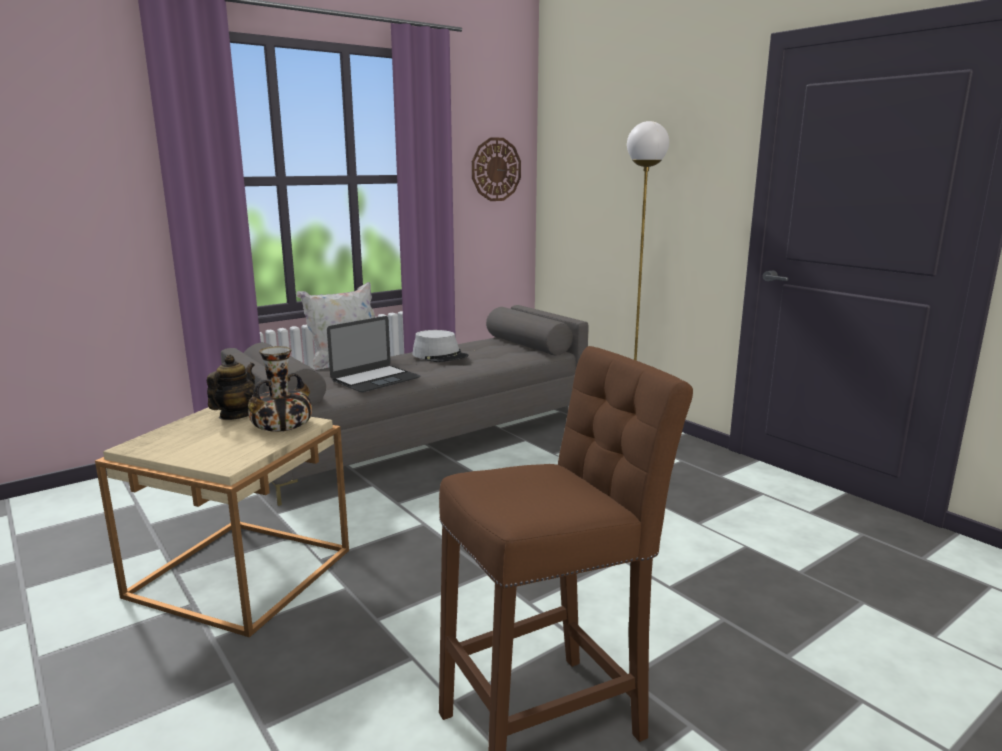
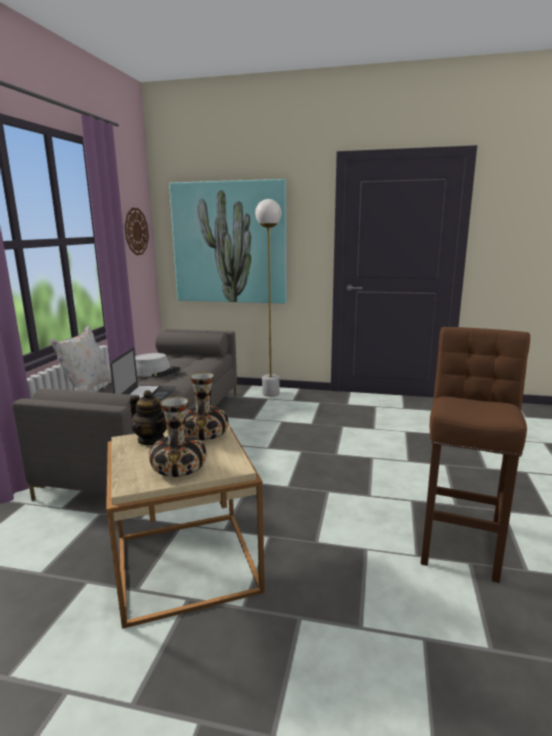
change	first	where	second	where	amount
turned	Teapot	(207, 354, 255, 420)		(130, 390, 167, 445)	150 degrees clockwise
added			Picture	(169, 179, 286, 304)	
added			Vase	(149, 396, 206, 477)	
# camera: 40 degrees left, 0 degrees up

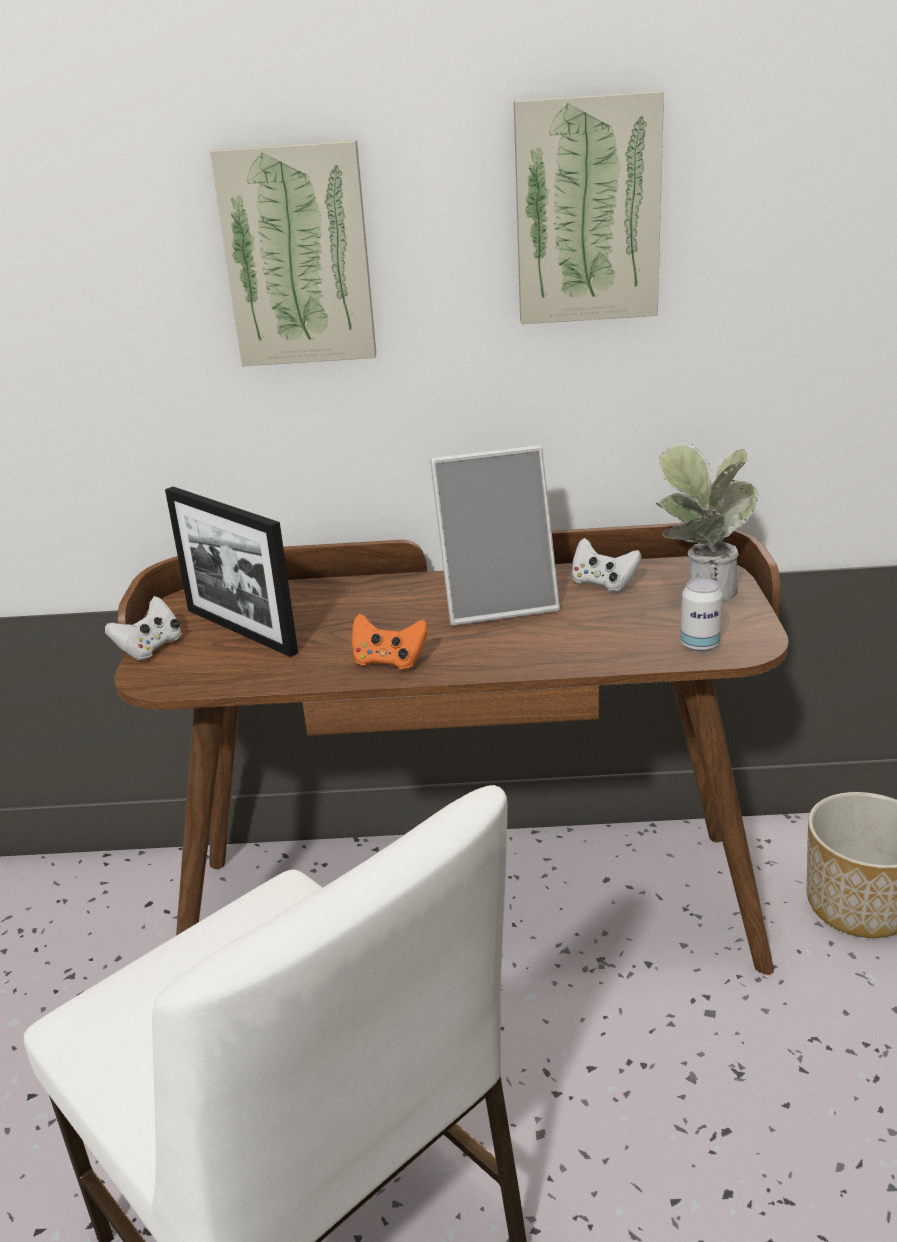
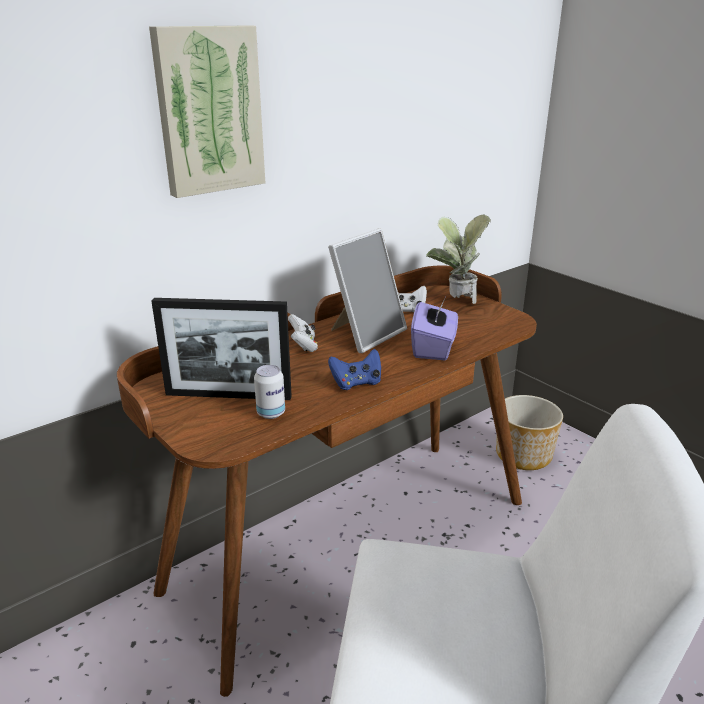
change	first	where	second	where	amount
removed	Picture	(514, 91, 664, 324)			
moved	Can	(680, 578, 723, 652)		(254, 365, 285, 419)	
moved	WhiteGameController	(105, 596, 181, 661)		(288, 314, 318, 352)	
recoloured	OrangeGameController	(352, 613, 428, 670)	BlueGameController	(328, 349, 381, 390)	
added			PurpleTissueBox	(411, 300, 458, 360)	
# camera: 40 degrees left, 0 degrees up

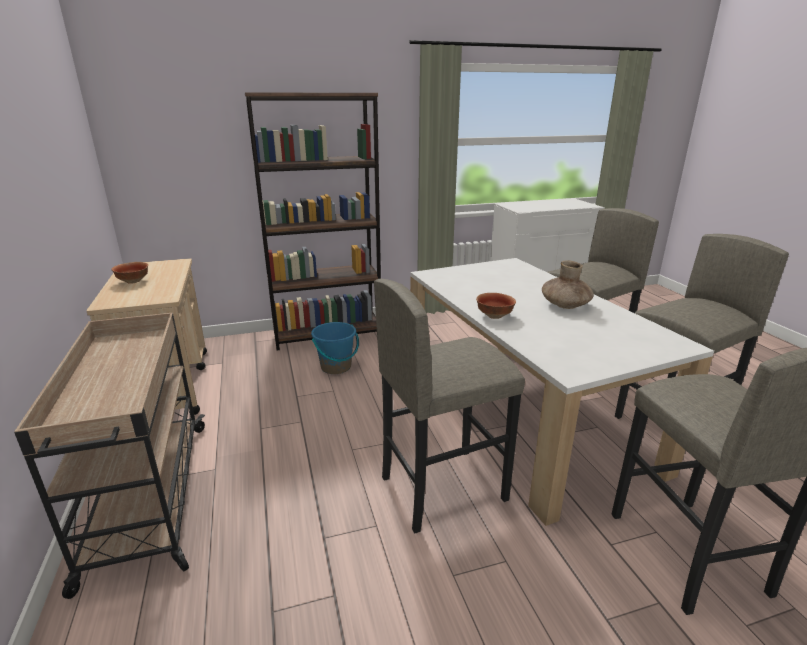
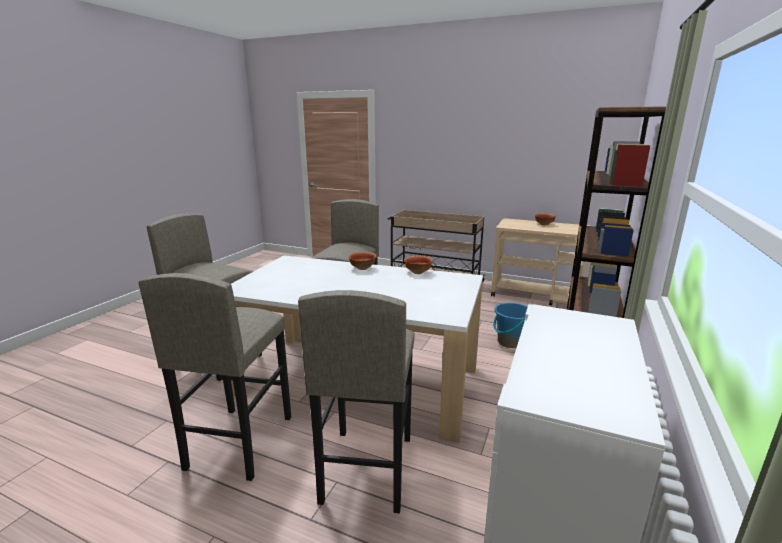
change	first	where	second	where	amount
removed	BrownVase	(542, 260, 594, 309)			
added			Bowl	(404, 256, 433, 274)	
# camera: 130 degrees right, 5 degrees down

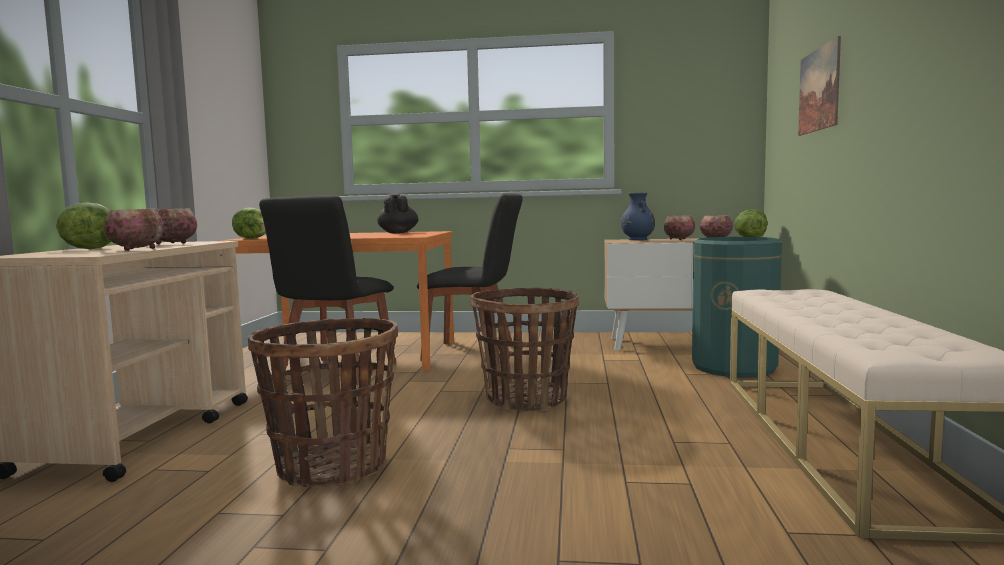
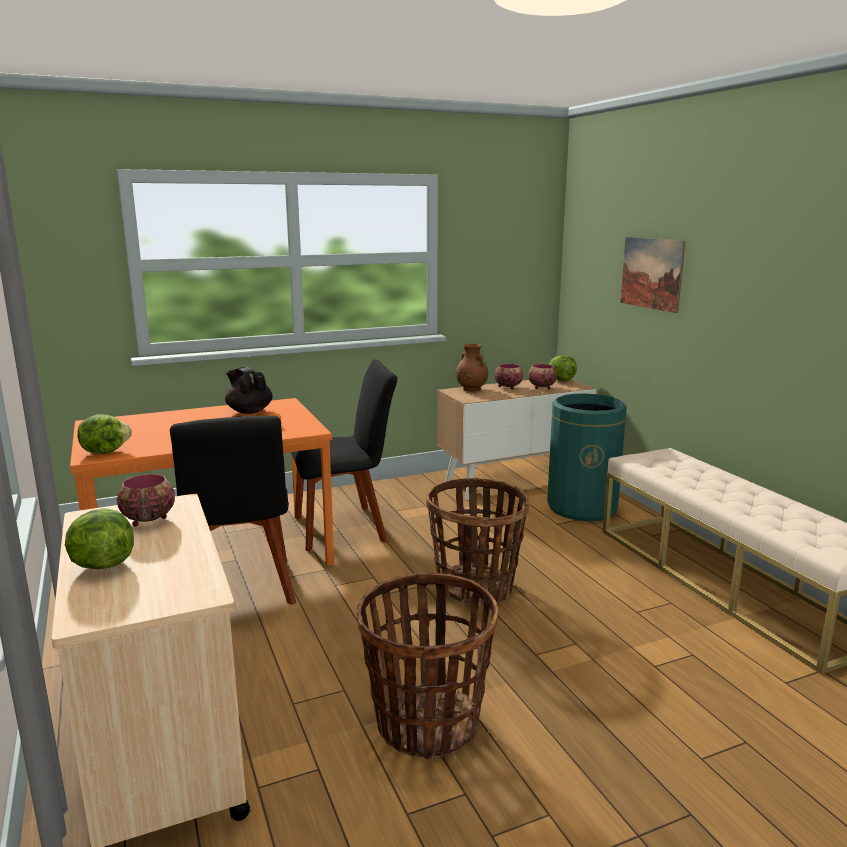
change	first	where	second	where	amount
recoloured	BlueVase	(621, 193, 655, 240)	BrownVase	(456, 344, 488, 391)	
removed	Bowl	(104, 209, 164, 251)			
# camera: 30 degrees left, 10 degrees up

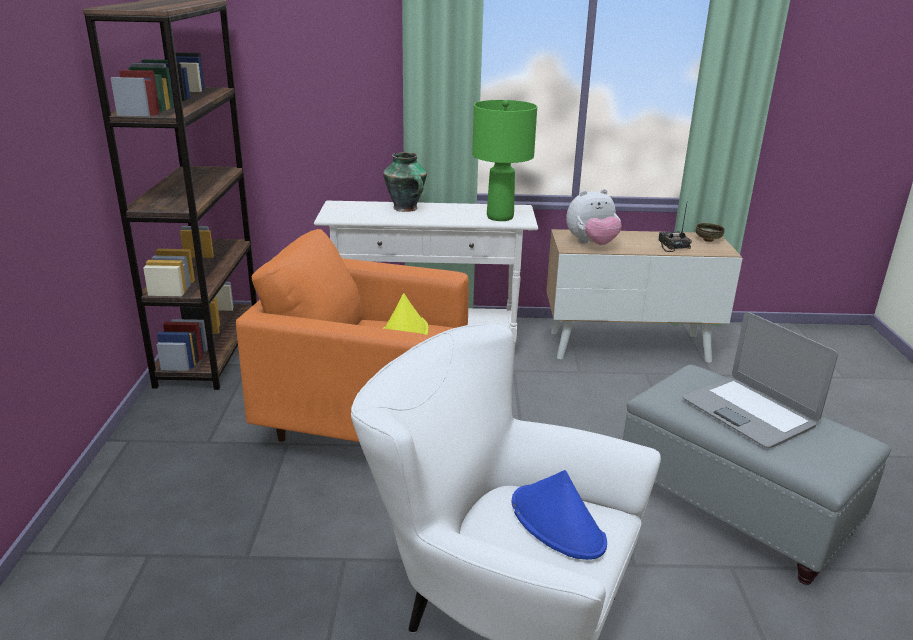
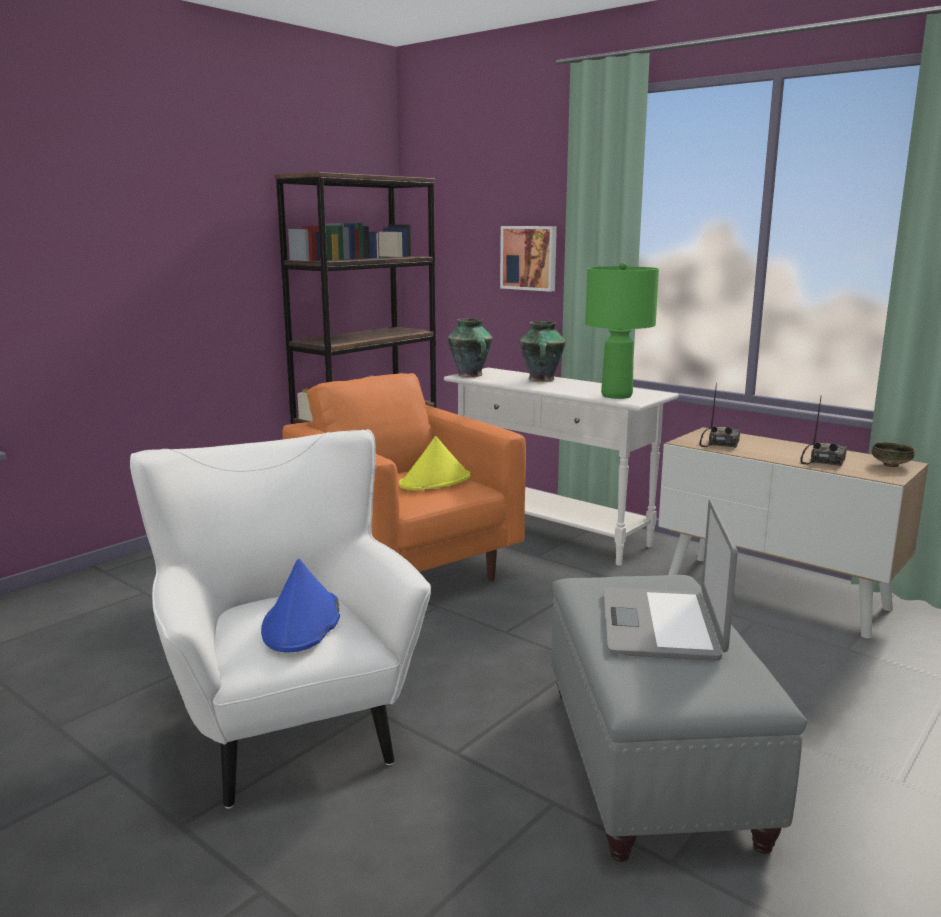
change	first	where	second	where	amount
replaced	PlushToy	(566, 189, 622, 245)	Radio	(700, 382, 740, 448)	
added			Picture	(500, 226, 557, 292)	
added			Vase	(448, 318, 492, 377)	
# camera: 40 degrees right, 10 degrees down

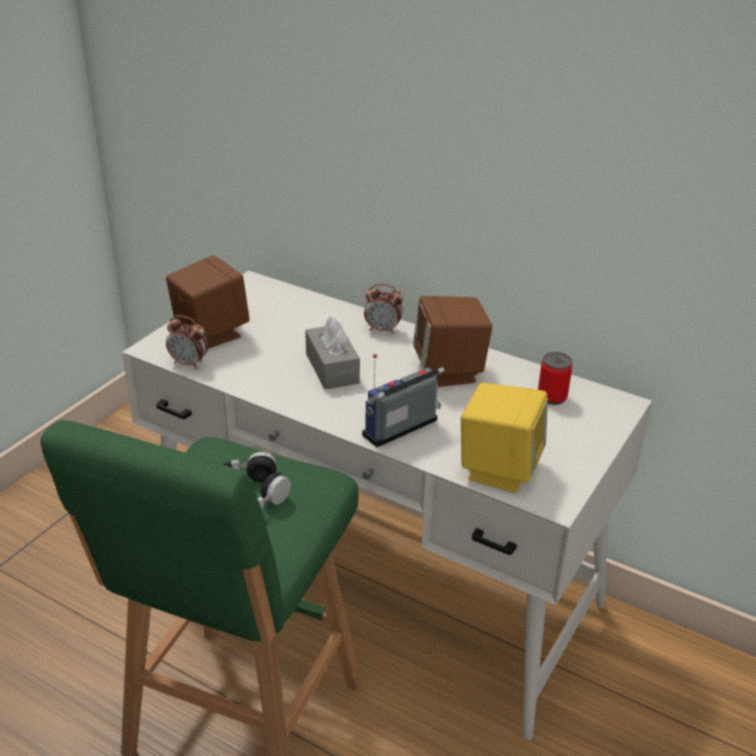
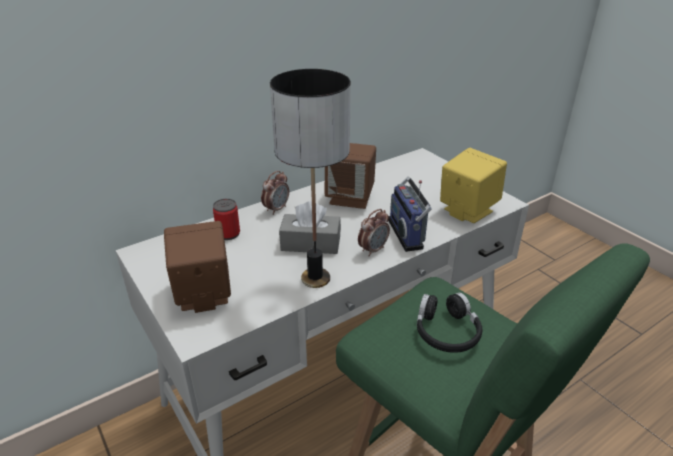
change	first	where	second	where	amount
moved	AlarmClock	(166, 315, 208, 369)		(358, 209, 390, 257)	
moved	Can	(538, 352, 572, 405)		(213, 199, 240, 240)	
added			TableLamp	(270, 69, 351, 288)	
# camera: 65 degrees left, 0 degrees up

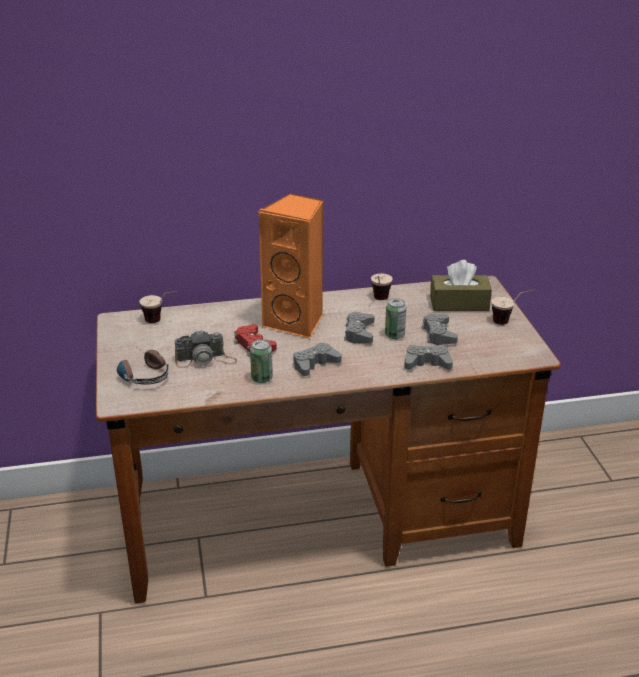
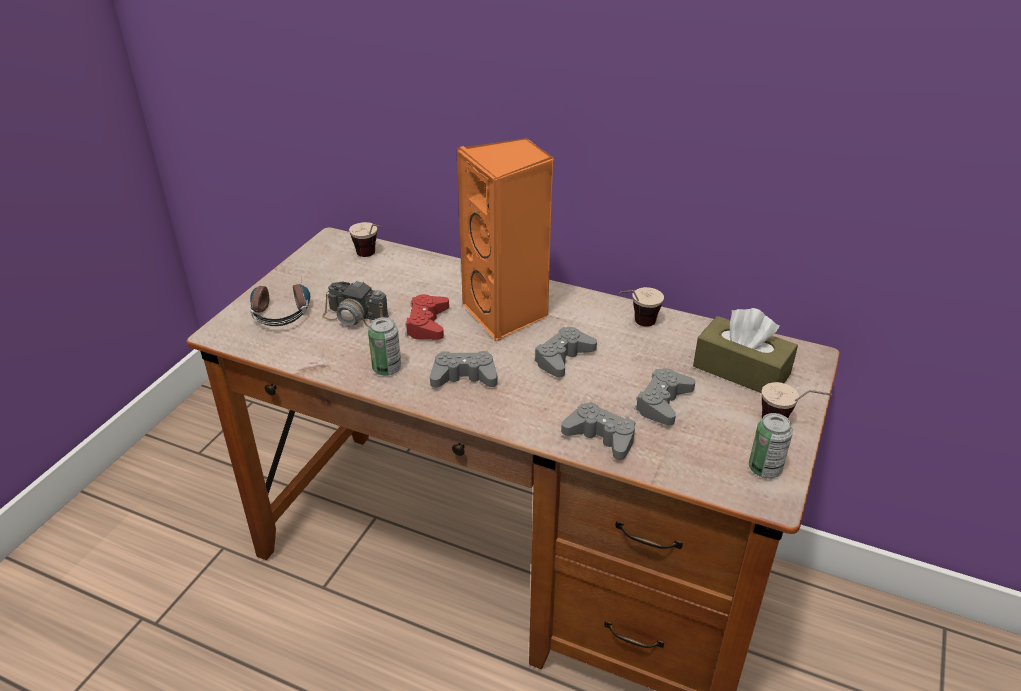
change	first	where	second	where	amount
moved	Can	(385, 298, 407, 339)		(749, 413, 793, 478)	
# camera: 35 degrees right, 5 degrees up

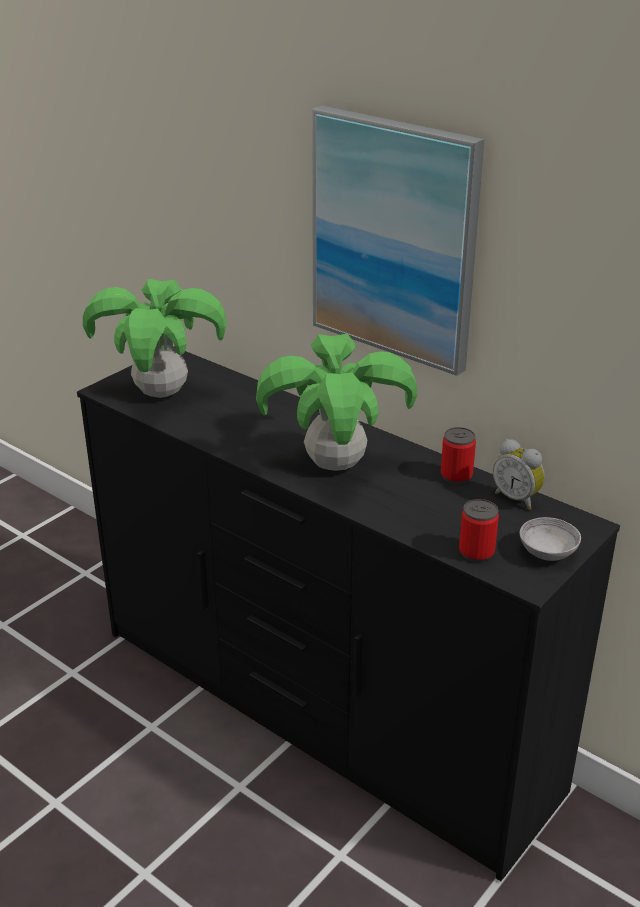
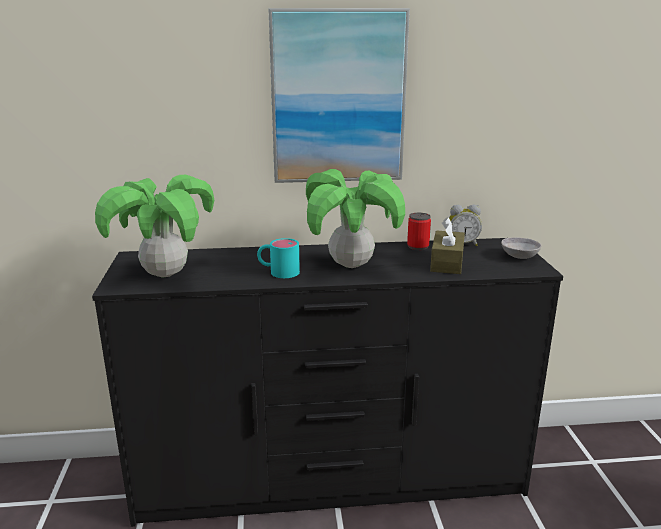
change	first	where	second	where	amount
removed	Can	(459, 499, 499, 562)			
added			BrownTissueBox	(430, 217, 465, 274)	
added			TurquoiseMug	(257, 238, 300, 278)	
# camera: 45 degrees left, 10 degrees down

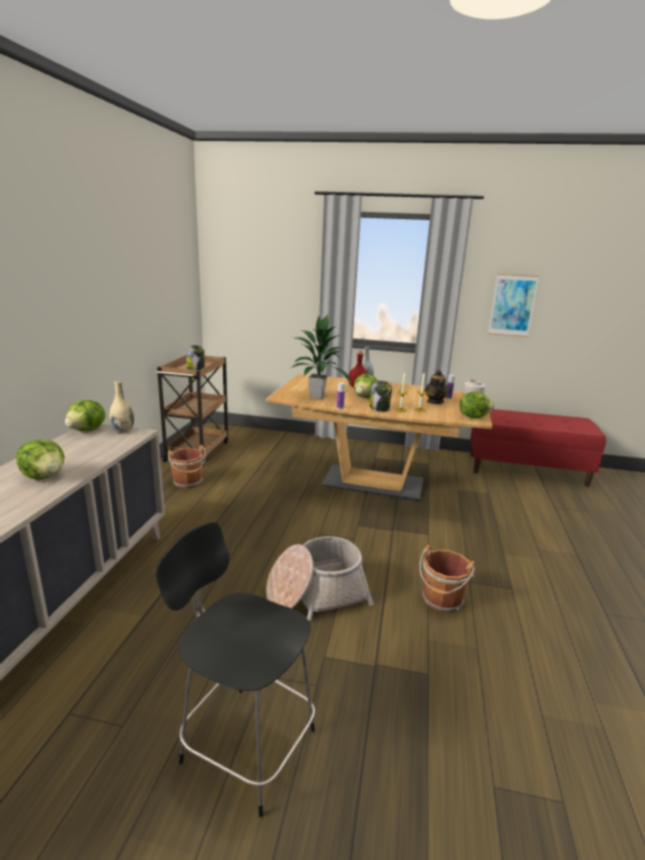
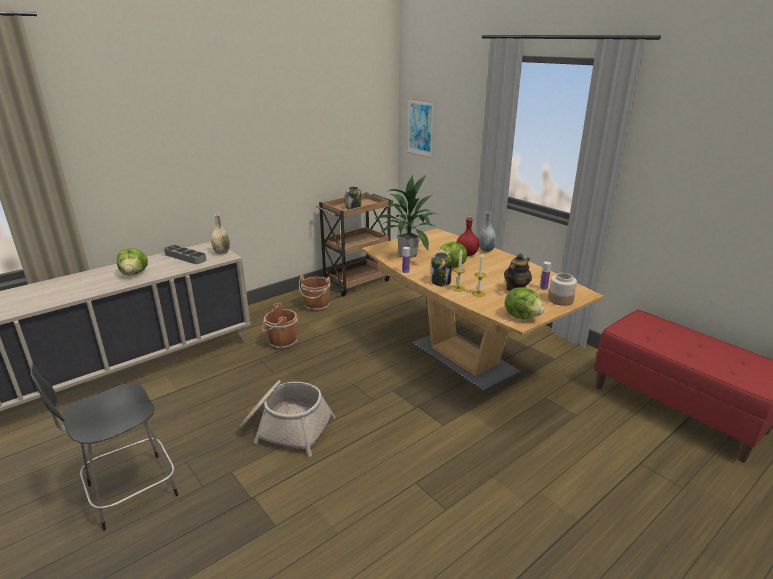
change	first	where	second	where	amount
moved	Picture	(488, 274, 539, 337)		(407, 98, 434, 158)	
removed	Lettuce	(65, 400, 105, 431)			
turned	BlackChair	(156, 522, 315, 817)		(30, 364, 178, 531)	105 degrees counterclockwise
moved	BrownBucket	(420, 545, 475, 613)		(261, 303, 298, 350)	
added			GreyTray	(164, 245, 207, 264)	
# camera: 40 degrees right, 5 degrees up

